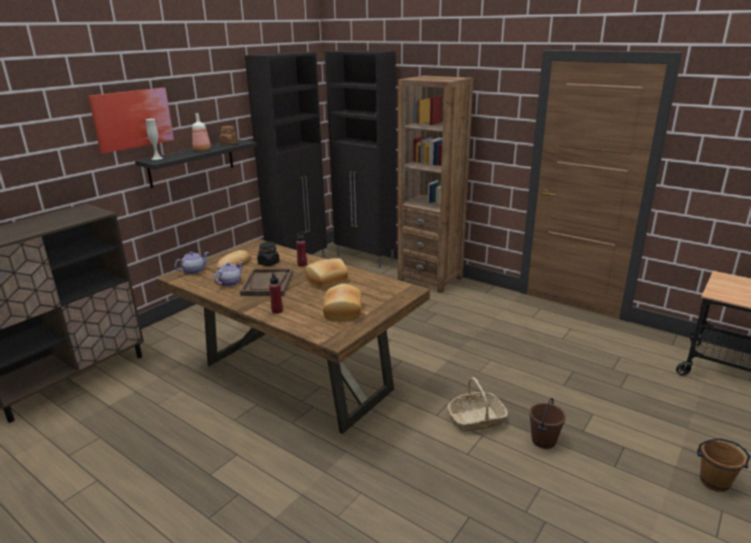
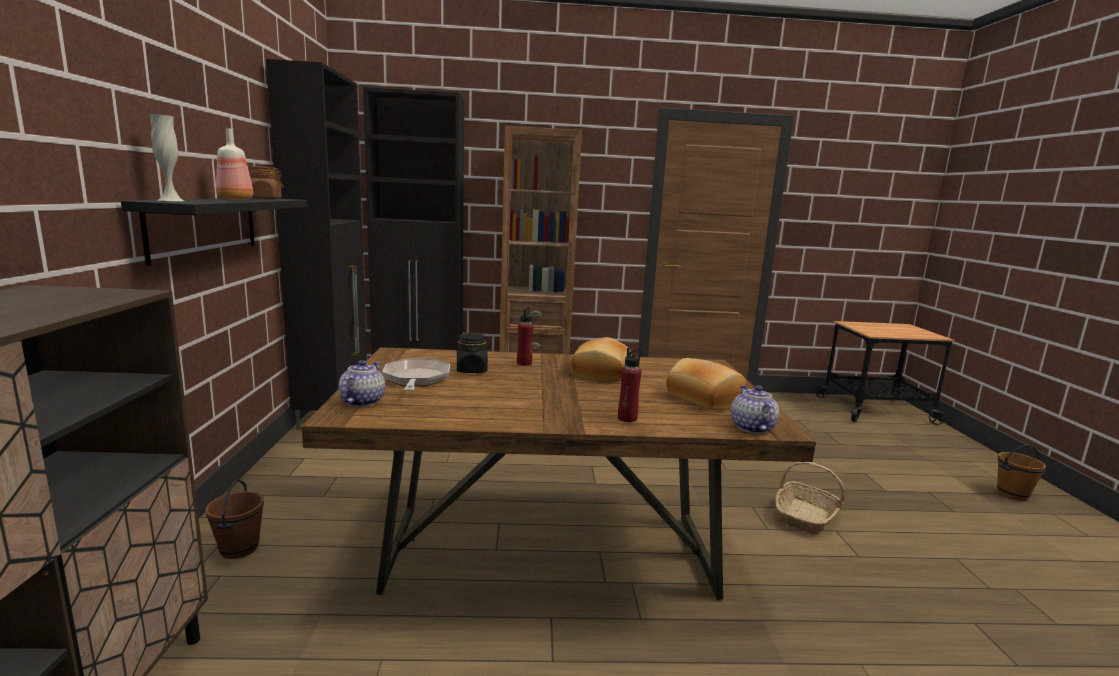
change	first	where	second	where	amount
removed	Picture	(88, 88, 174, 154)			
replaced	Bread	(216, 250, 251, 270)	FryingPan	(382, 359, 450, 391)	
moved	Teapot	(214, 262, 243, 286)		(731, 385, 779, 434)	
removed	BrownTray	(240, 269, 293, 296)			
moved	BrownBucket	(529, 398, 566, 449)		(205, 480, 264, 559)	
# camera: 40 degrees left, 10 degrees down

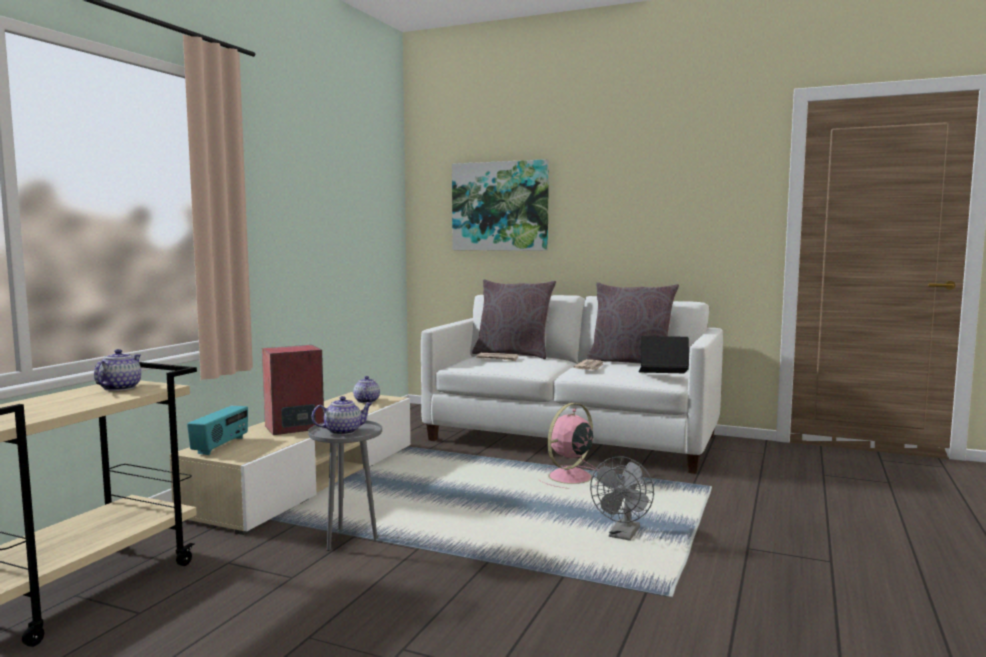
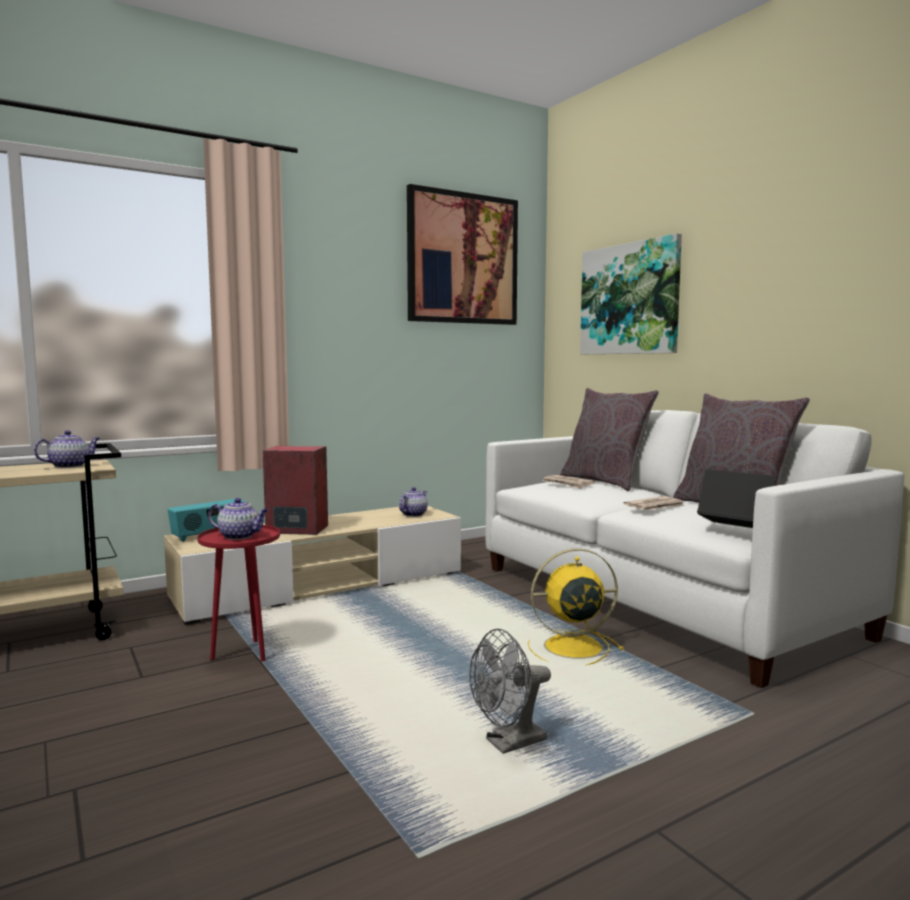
change	first	where	second	where	amount
recoloured	PinkFan	(538, 403, 599, 489)	YellowFan	(528, 548, 624, 665)	
recoloured	GreySideTable	(308, 420, 382, 551)	RedSideTable	(197, 525, 280, 663)	
added			Picture	(407, 184, 518, 325)	
# camera: 35 degrees right, 0 degrees up

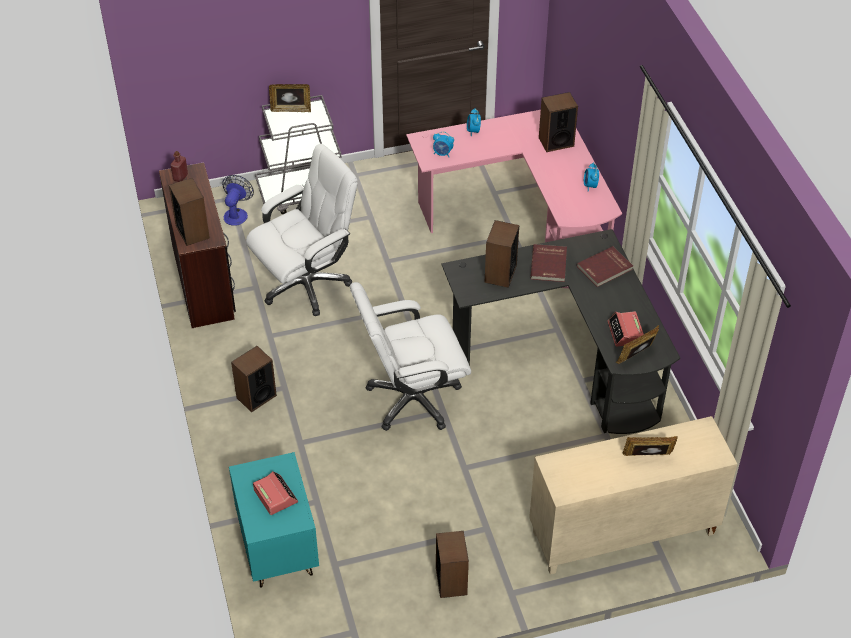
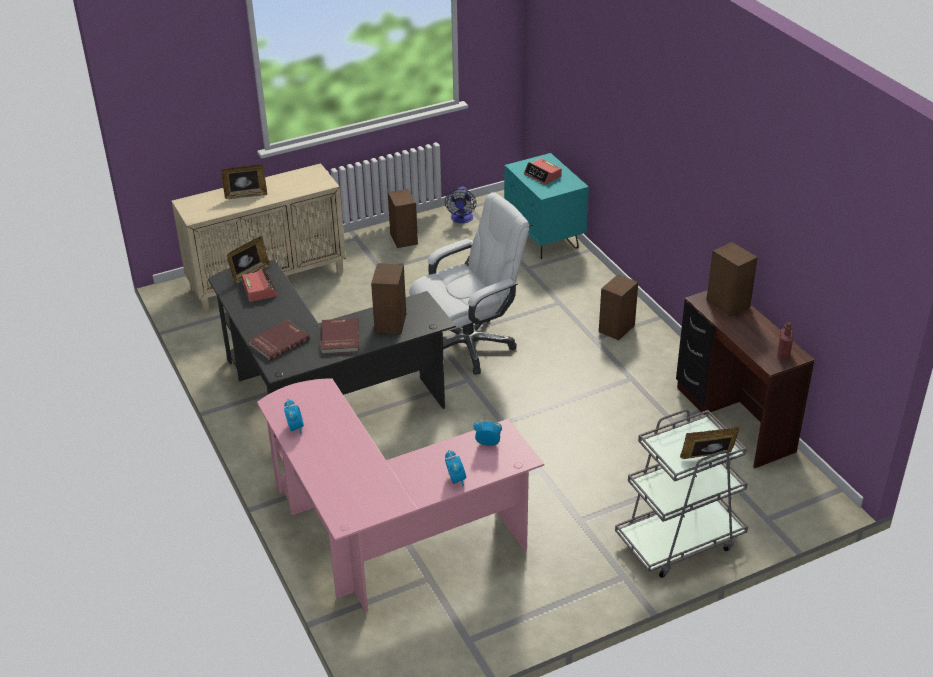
change	first	where	second	where	amount
removed	Speaker	(539, 92, 578, 152)			
removed	WhiteOfficeChair	(246, 144, 358, 316)			
moved	Fan	(222, 175, 254, 226)		(445, 186, 476, 223)	
# camera: 170 degrees right, 10 degrees down

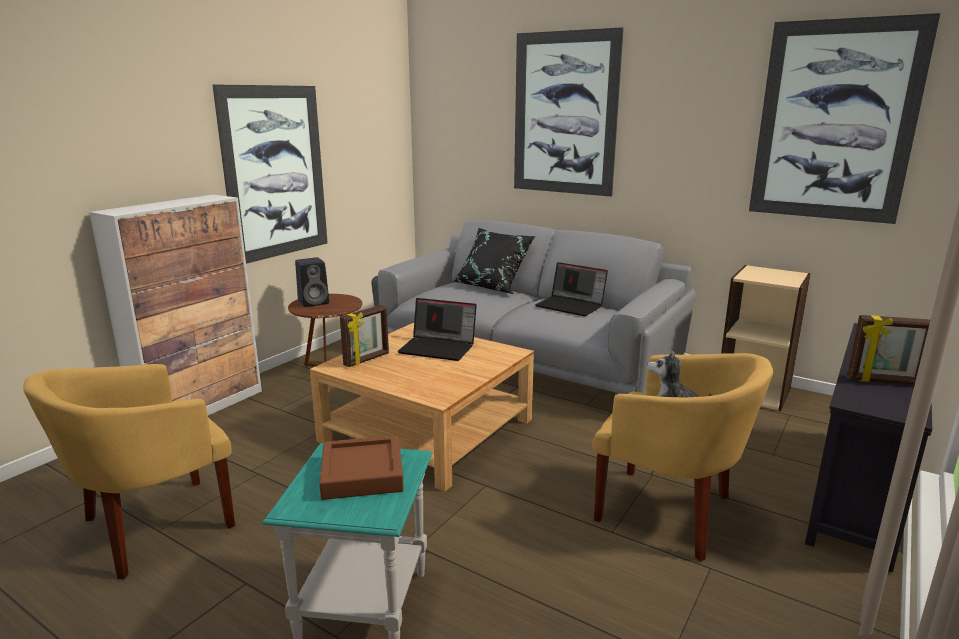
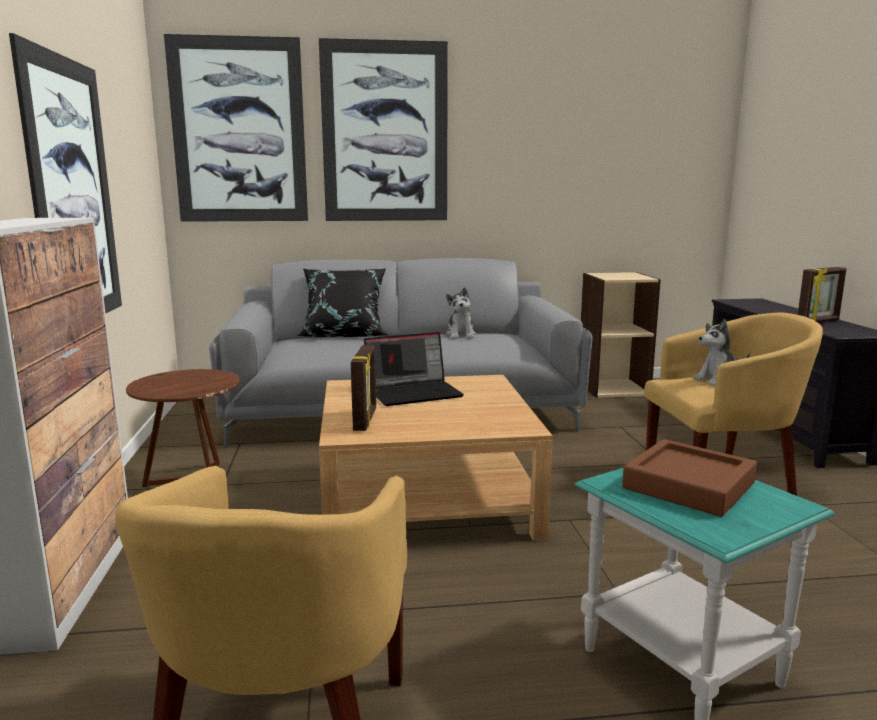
change	first	where	second	where	amount
moved	Picture	(749, 13, 940, 224)		(164, 34, 308, 222)	
removed	BlackSpeaker	(295, 257, 329, 307)			
replaced	Laptop	(535, 262, 608, 316)	PlushToy	(446, 287, 476, 339)	
# camera: 40 degrees left, 5 degrees down

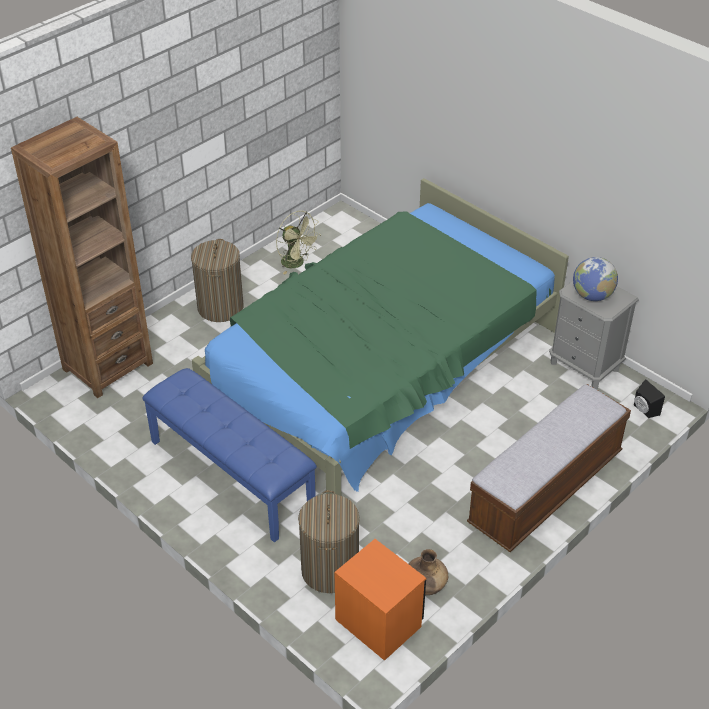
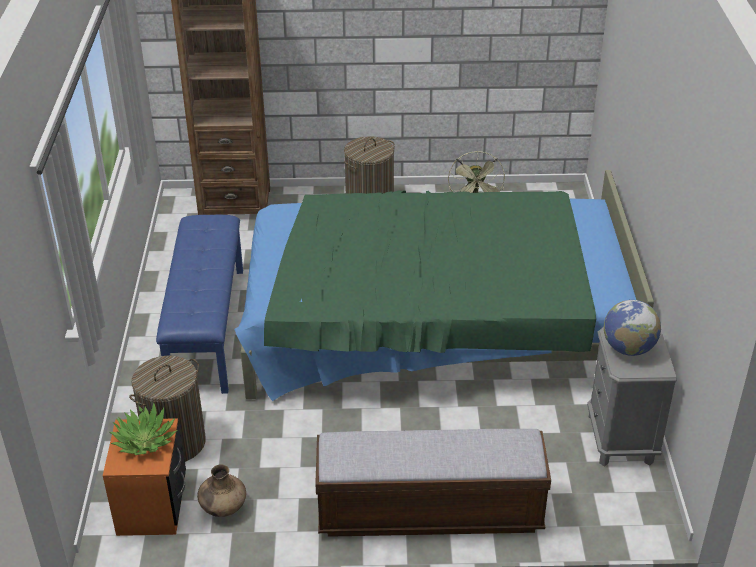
change	first	where	second	where	amount
removed	BlackSpeaker	(634, 379, 665, 418)			
added			PottedPlant	(109, 403, 178, 455)	
# camera: 45 degrees right, 5 degrees down

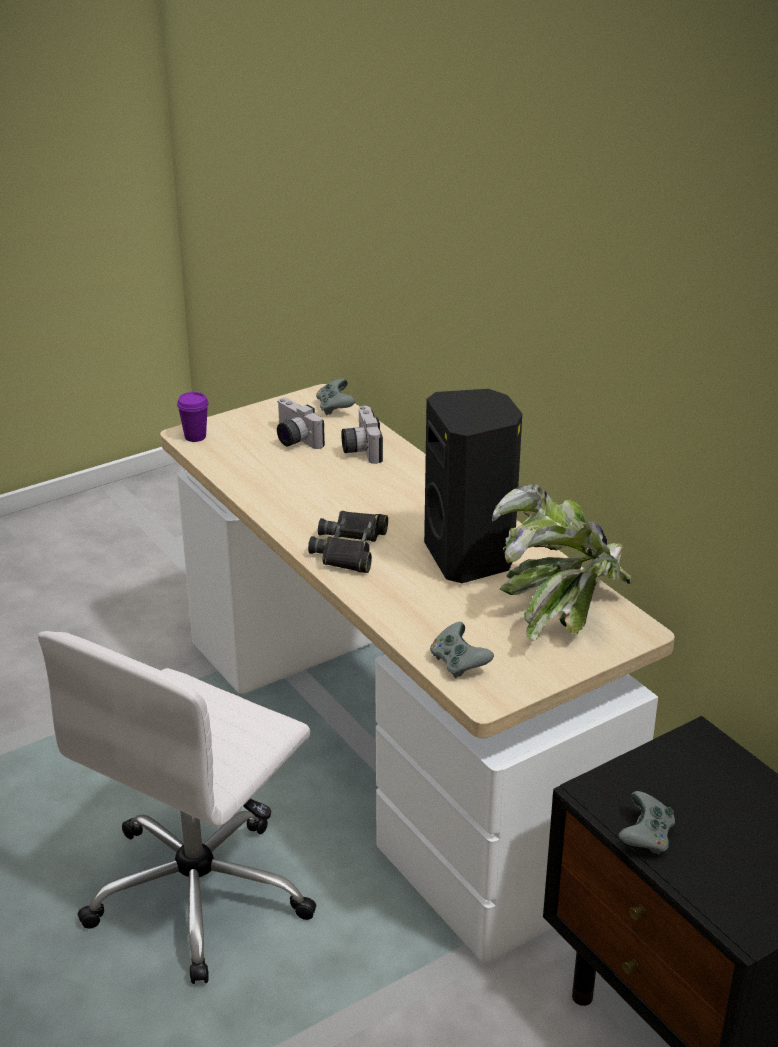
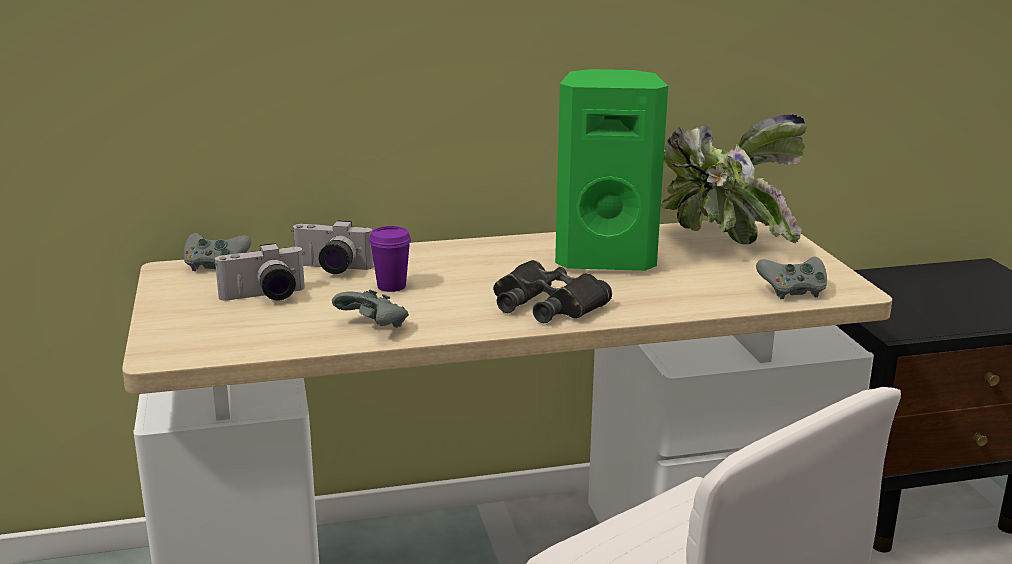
change	first	where	second	where	amount
recoloured	BlackSpeaker	(424, 389, 522, 583)	GreenSpeaker	(555, 69, 668, 271)	
moved	PurpleCup	(177, 392, 209, 442)		(369, 226, 411, 292)	
moved	GreyGameController	(618, 791, 675, 855)		(332, 290, 409, 328)	
# camera: 70 degrees left, 10 degrees down

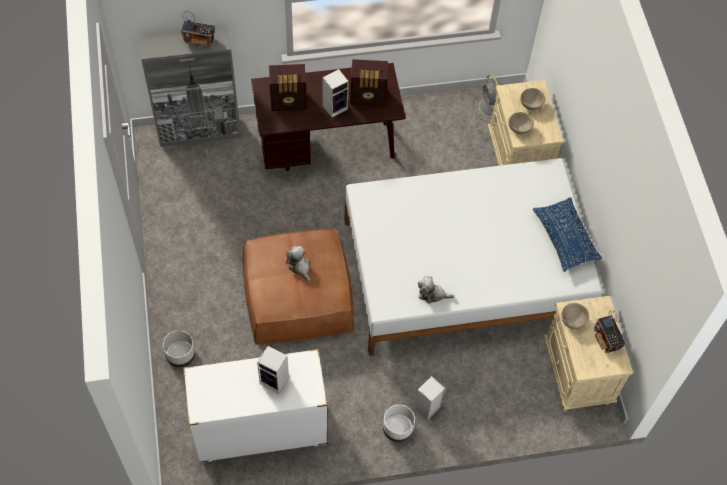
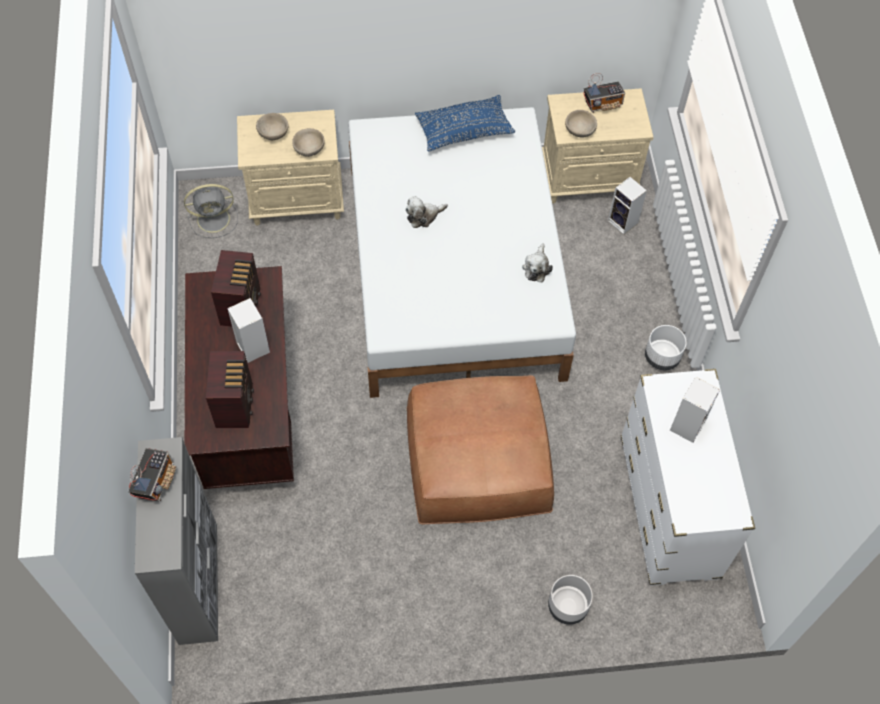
change	first	where	second	where	amount
moved	PlushToy	(286, 246, 310, 282)		(405, 196, 448, 228)	
moved	Speaker	(414, 376, 445, 420)		(608, 177, 647, 235)	
# camera: 85 degrees left, 0 degrees up

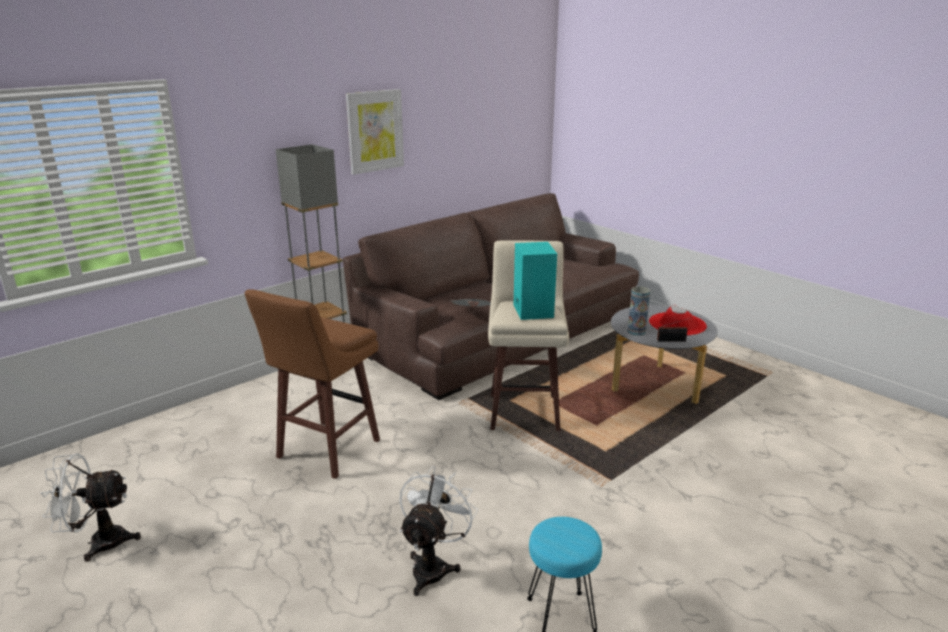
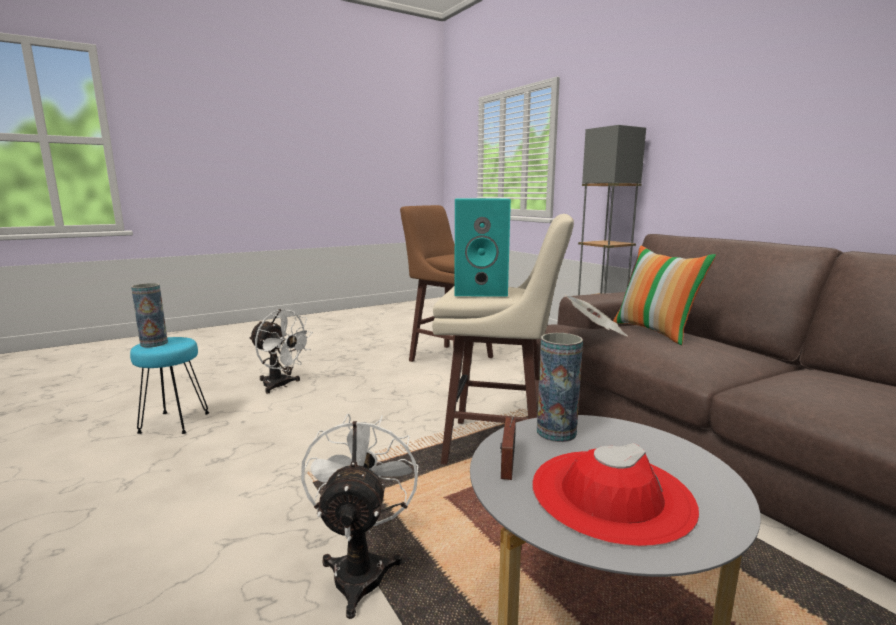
change	first	where	second	where	amount
removed	Picture	(346, 89, 404, 175)			
moved	WhiteFan	(41, 453, 141, 562)		(301, 414, 418, 619)	
added			Pillow	(613, 246, 716, 345)	
added			Vase	(131, 283, 168, 347)	
# camera: 100 degrees right, 10 degrees down

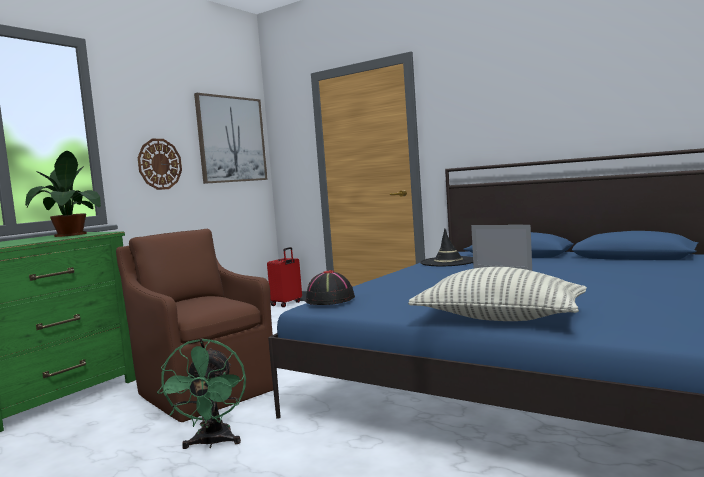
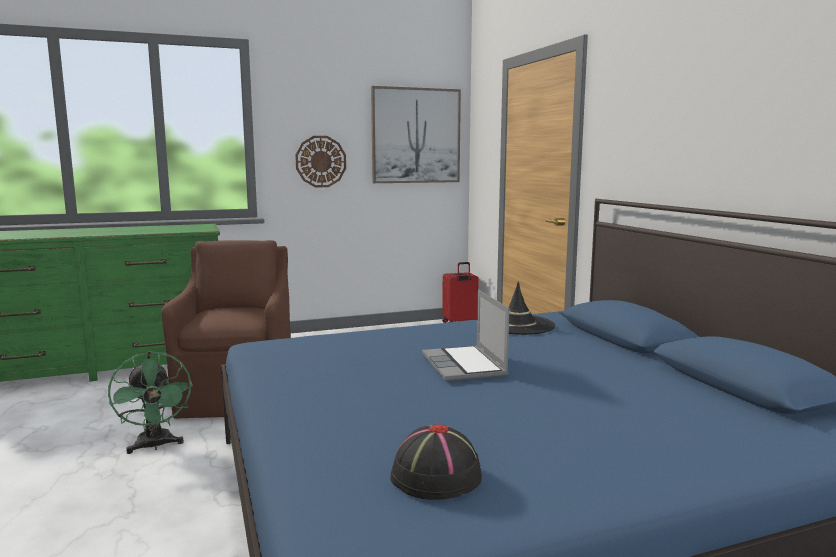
change	first	where	second	where	amount
removed	PottedPlant	(25, 151, 101, 237)			
removed	Pillow	(408, 267, 587, 321)			
moved	BlackHat	(305, 270, 355, 305)		(390, 424, 482, 500)	
turned	GreenFan	(157, 338, 246, 449)		(108, 351, 193, 454)	60 degrees counterclockwise
# camera: 35 degrees right, 5 degrees up

